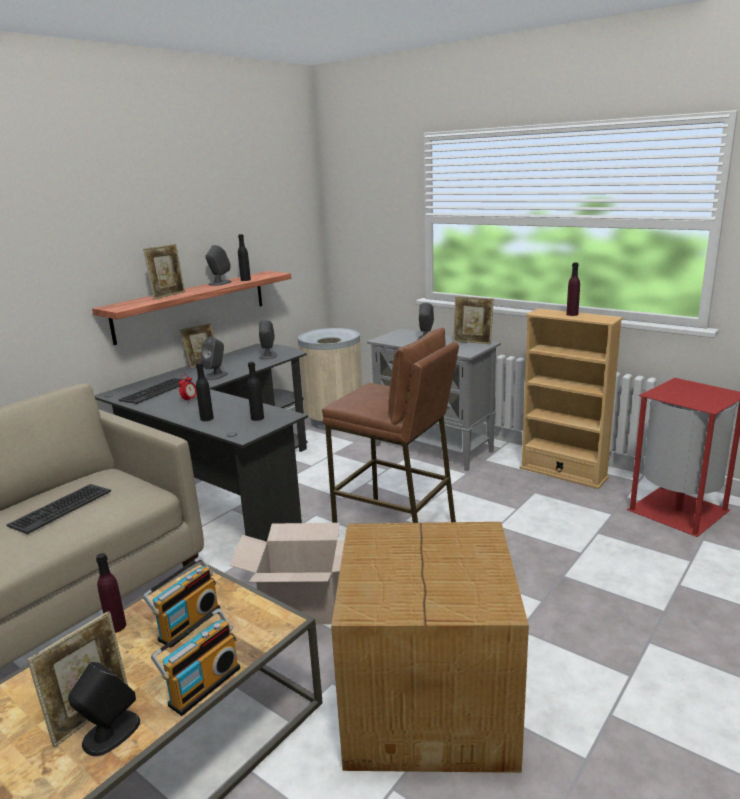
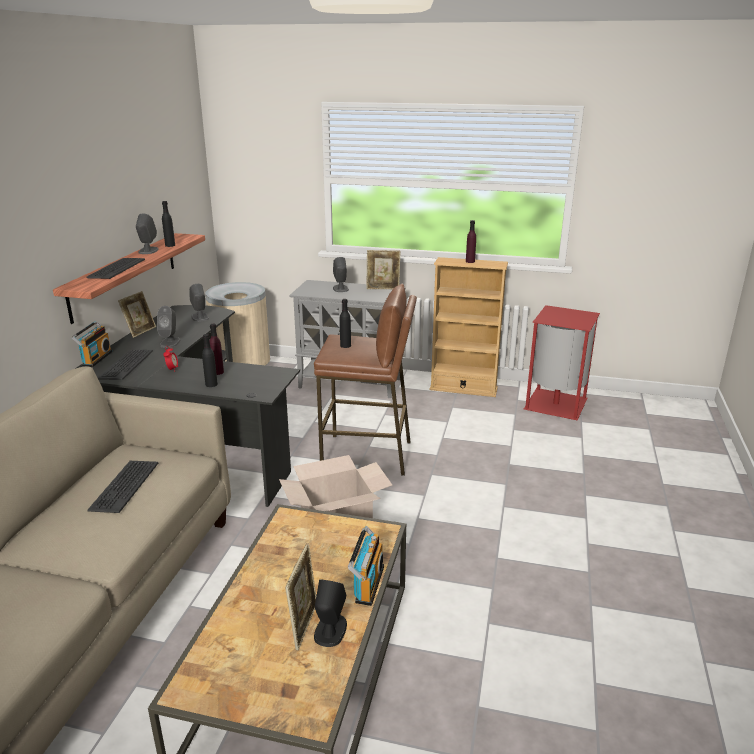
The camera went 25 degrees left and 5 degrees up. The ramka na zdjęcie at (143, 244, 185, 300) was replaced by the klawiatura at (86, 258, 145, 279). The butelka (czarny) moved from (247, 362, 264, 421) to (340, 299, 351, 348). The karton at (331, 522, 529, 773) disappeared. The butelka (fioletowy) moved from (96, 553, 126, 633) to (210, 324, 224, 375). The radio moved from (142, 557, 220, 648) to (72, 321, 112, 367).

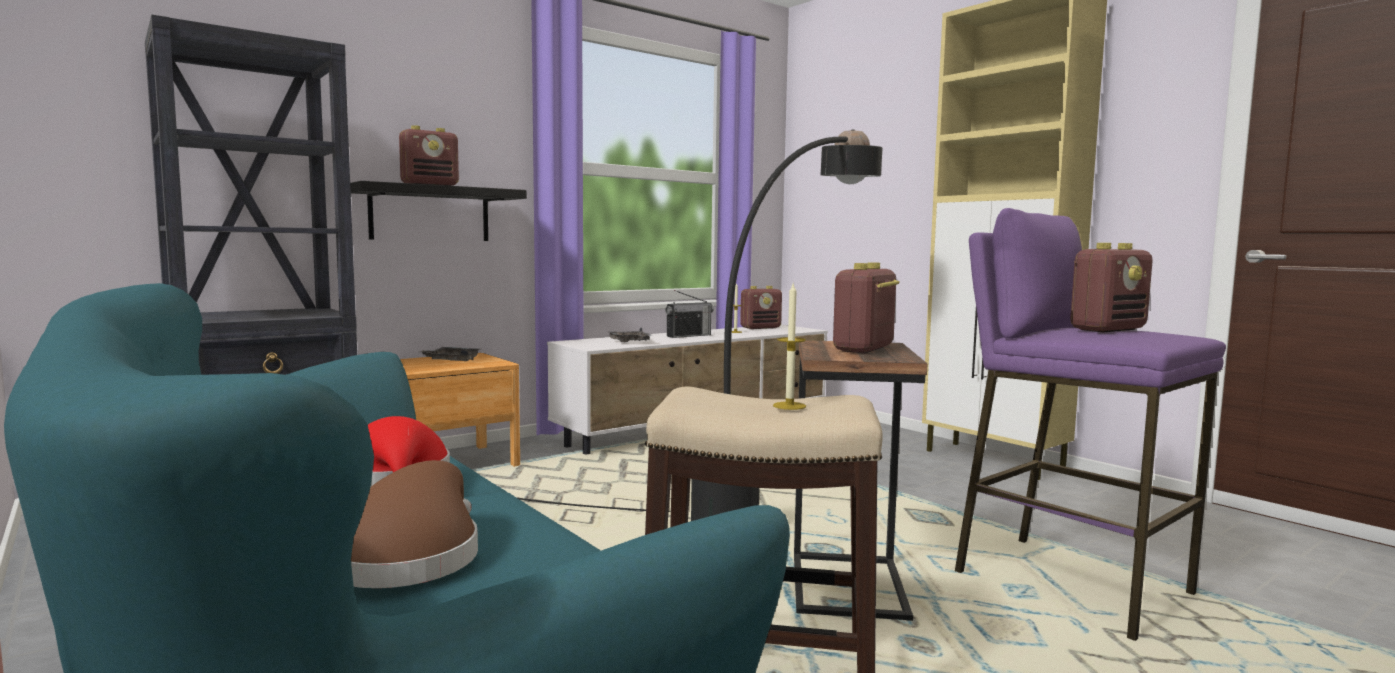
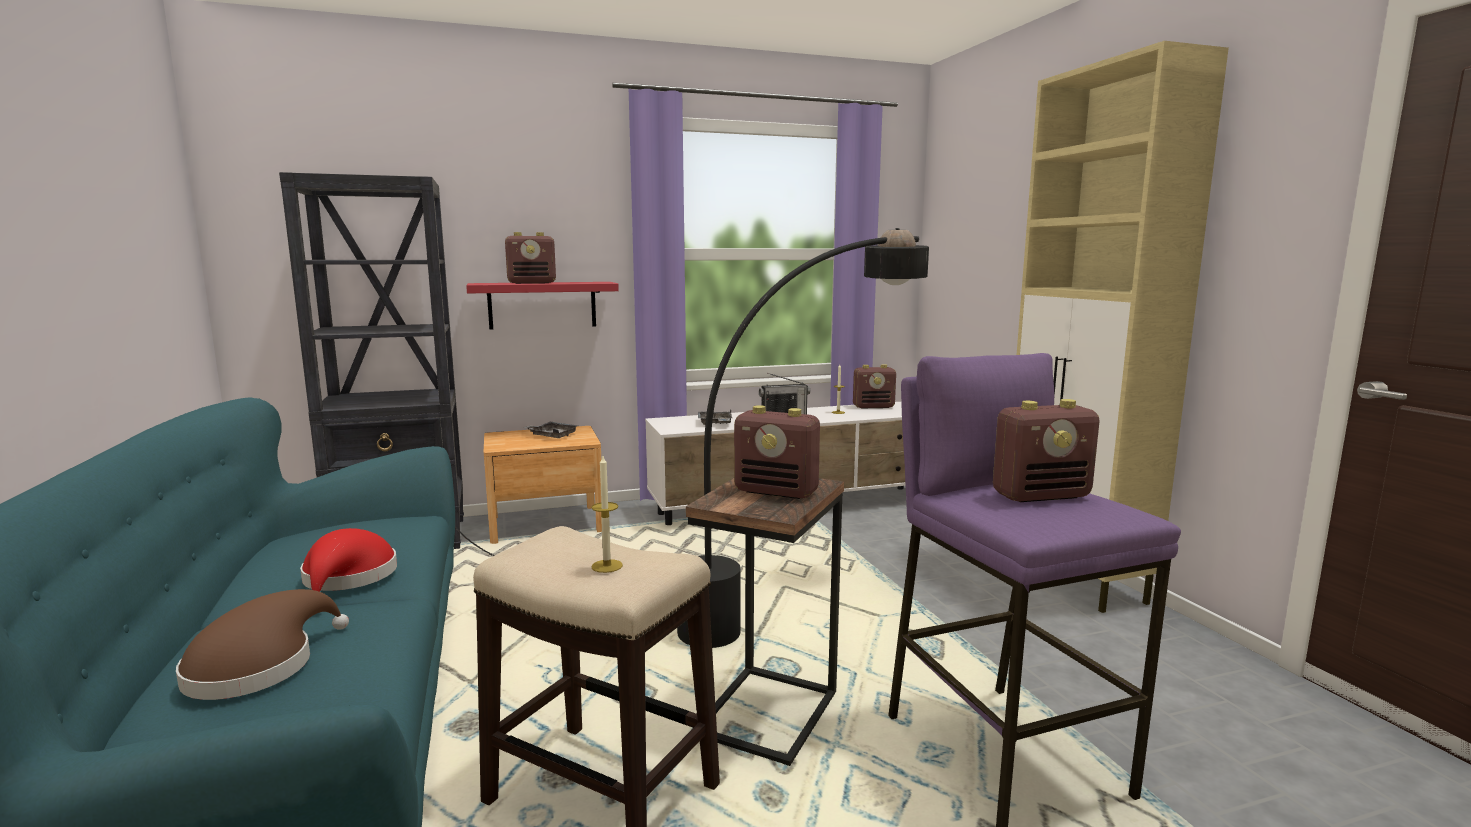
The camera went 20 degrees right and 5 degrees up. The półka (czarny) at (350, 181, 527, 241) became the półka (czerwony) at (466, 282, 619, 330). The radio at (833, 262, 900, 353) turned 120 degrees counterclockwise.

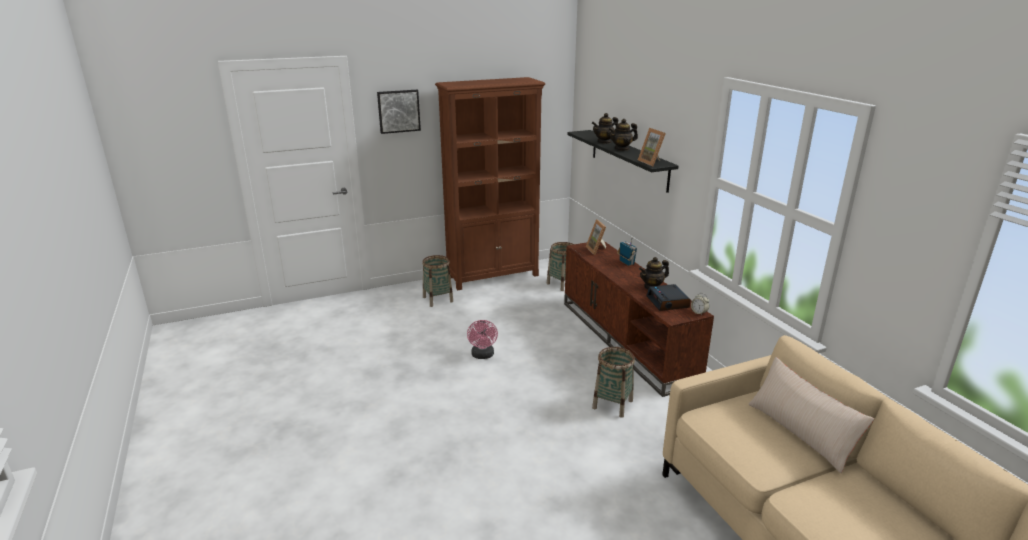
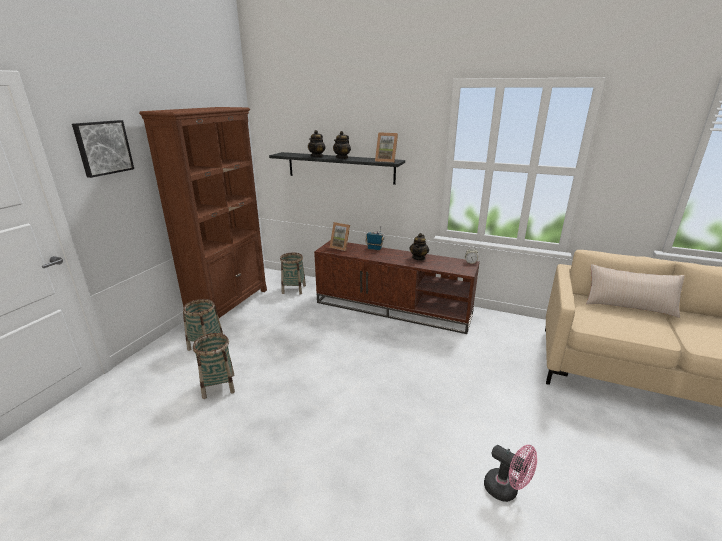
The camera went 45 degrees left and 0 degrees up. The budzik at (646, 284, 691, 311) disappeared. The wentylator (różowy) moved from (467, 320, 498, 359) to (484, 445, 537, 502). The koszyk moved from (592, 347, 635, 418) to (193, 333, 235, 399).

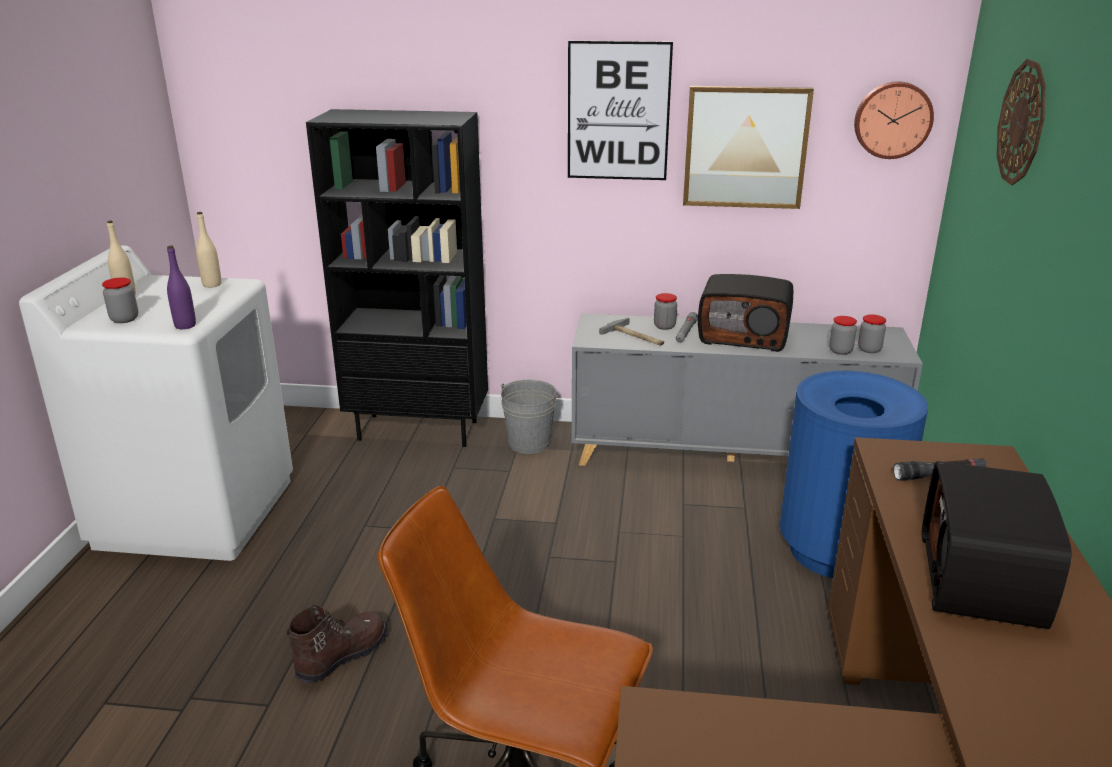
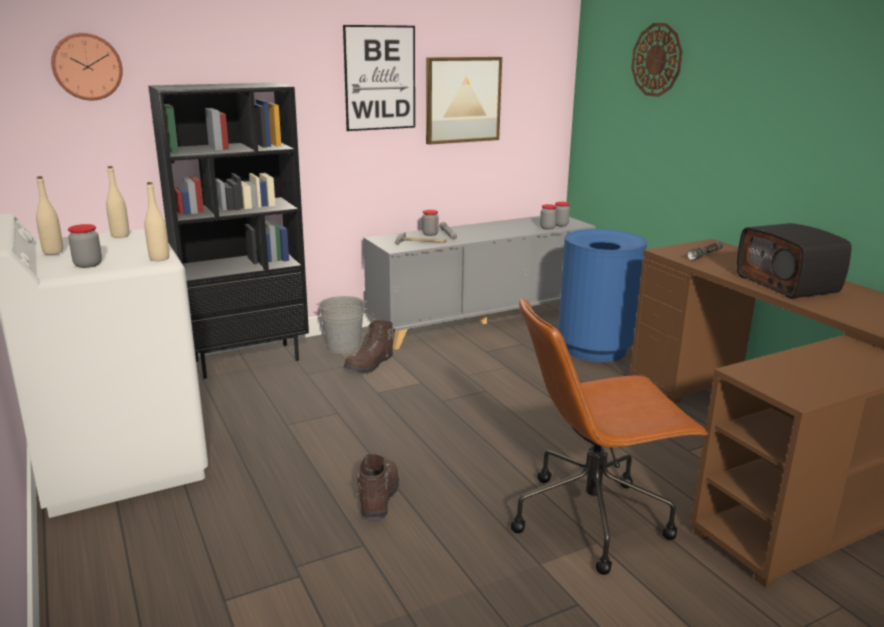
The camera went 35 degrees left and 5 degrees down. The zegar ścienny moved from (854, 81, 934, 159) to (51, 33, 123, 100). The butelka (fioletowy) at (167, 246, 196, 329) became the butelka (beżowy) at (144, 182, 169, 261). The radio at (698, 274, 793, 352) disappeared. The but z cholewką (brązowy) at (343, 320, 395, 374) appeared.

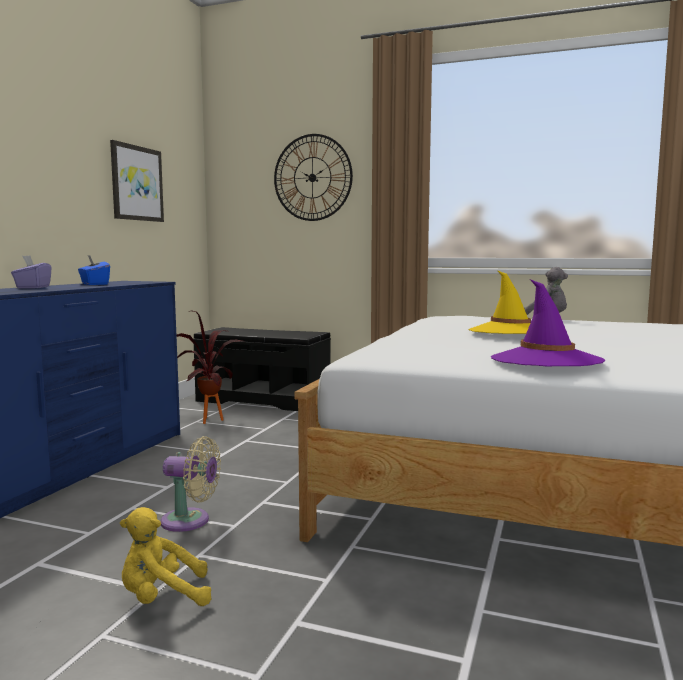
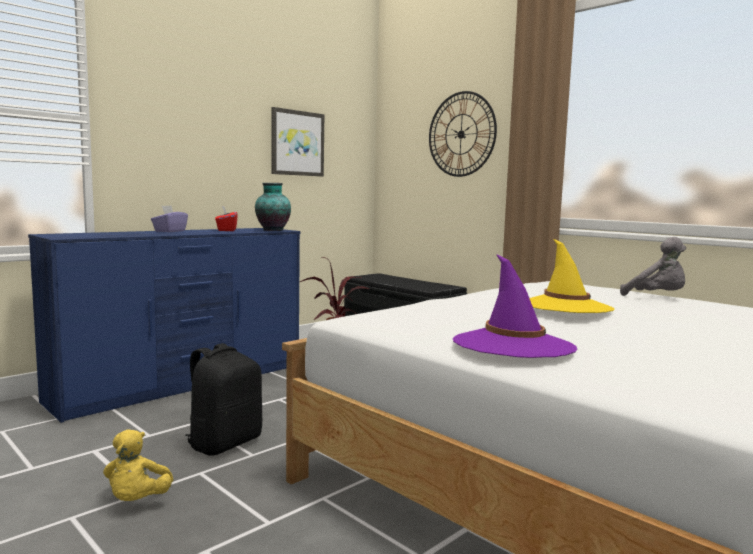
The camera went 25 degrees right and 0 degrees up. The pudełko chusteczek (niebieski) at (78, 255, 110, 285) became the pudełko chusteczek (czerwony) at (215, 206, 238, 231). The wentylator (beżowy) at (160, 436, 221, 532) was replaced by the plecak (czarny) at (185, 343, 262, 456). The pluszak (żółty) at (120, 507, 211, 606) turned 105 degrees counterclockwise. The wazon at (255, 183, 291, 231) appeared.

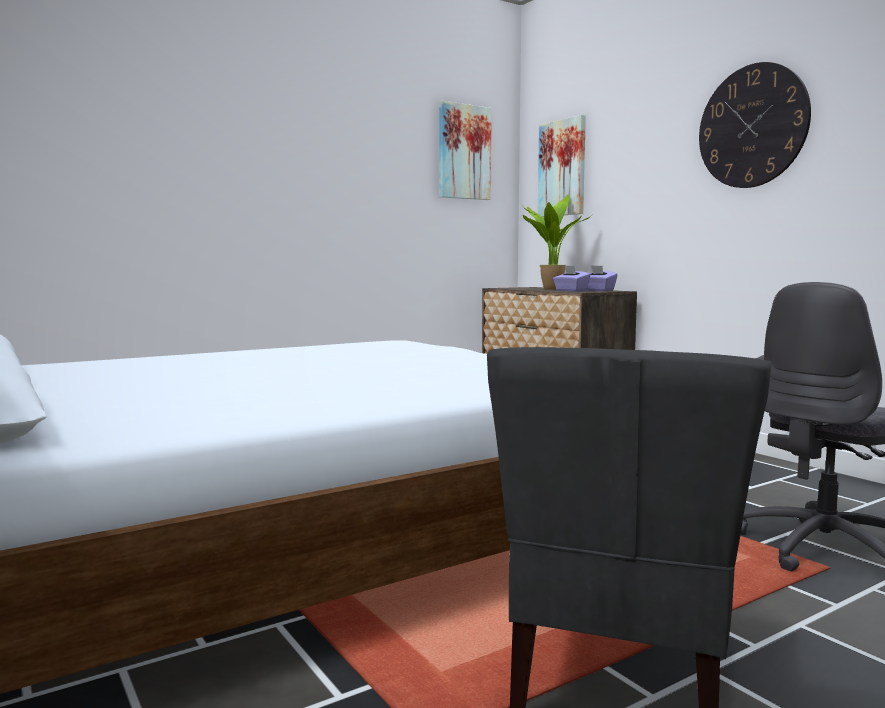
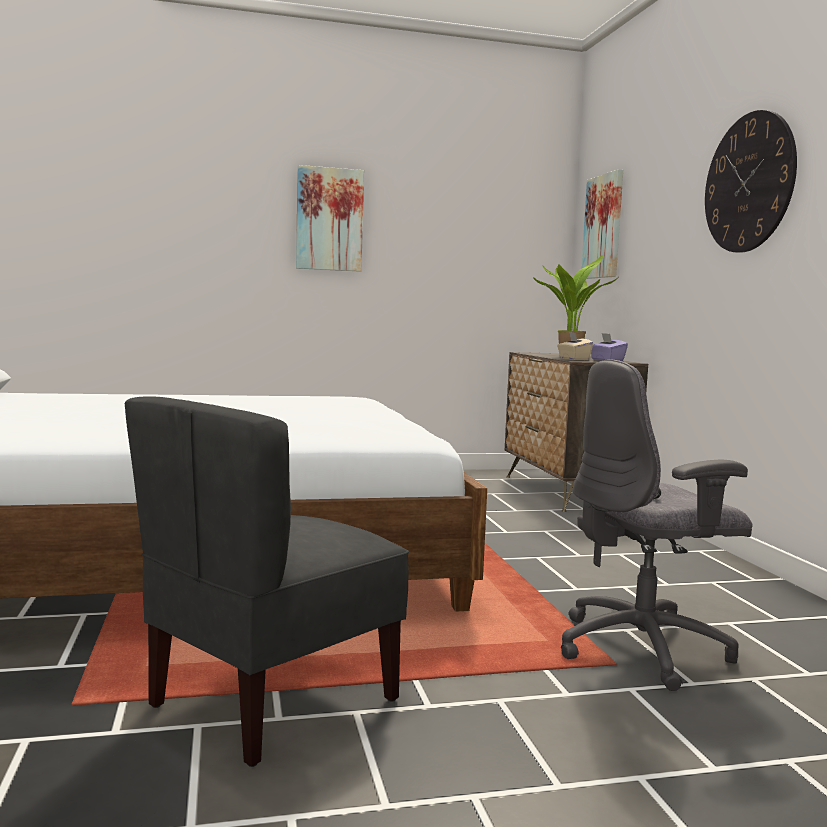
The camera went 20 degrees right and 0 degrees up. The obraz moved from (439, 101, 492, 200) to (296, 165, 364, 272). The pudełko chusteczek (fioletowy) at (553, 265, 591, 292) became the pudełko chusteczek (beżowy) at (557, 332, 593, 360).

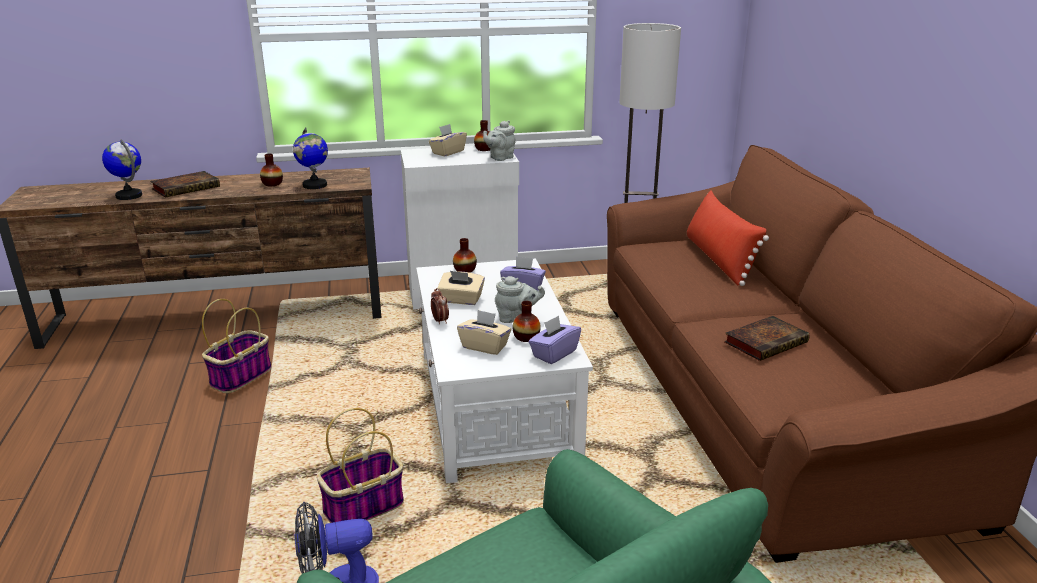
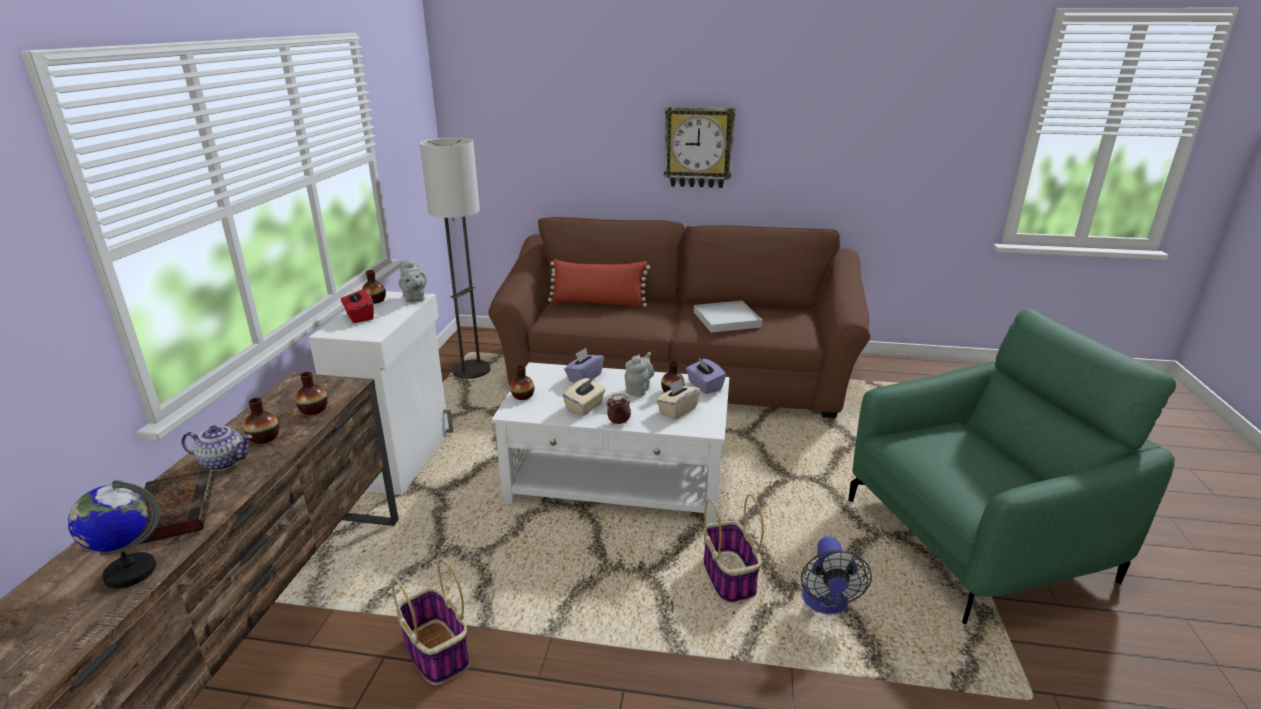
The camera went 70 degrees left and 0 degrees up. The pudełko chusteczek (beżowy) at (429, 124, 467, 157) became the pudełko chusteczek (czerwony) at (341, 287, 374, 323). The globus at (293, 128, 328, 189) was replaced by the wazon at (295, 372, 328, 415). The książka at (724, 316, 810, 361) was replaced by the taca (biały) at (694, 301, 762, 333). The zegar ścienny at (664, 107, 735, 188) appeared. The imbryk at (181, 425, 252, 471) appeared.

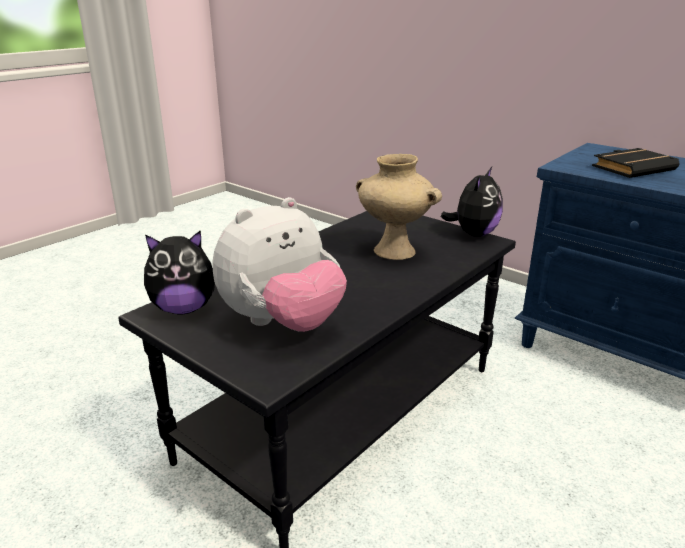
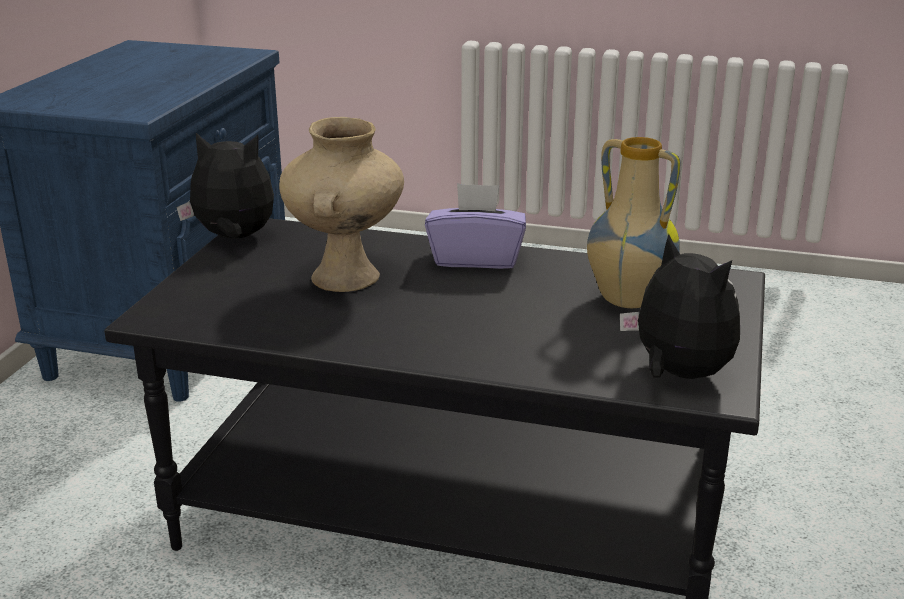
The camera went 115 degrees left and 0 degrees up. The książka (czarny) at (592, 148, 680, 178) disappeared. The pluszak at (213, 197, 347, 332) was replaced by the wazon at (587, 137, 681, 308). The pudełko chusteczek (fioletowy) at (425, 183, 526, 269) appeared.

